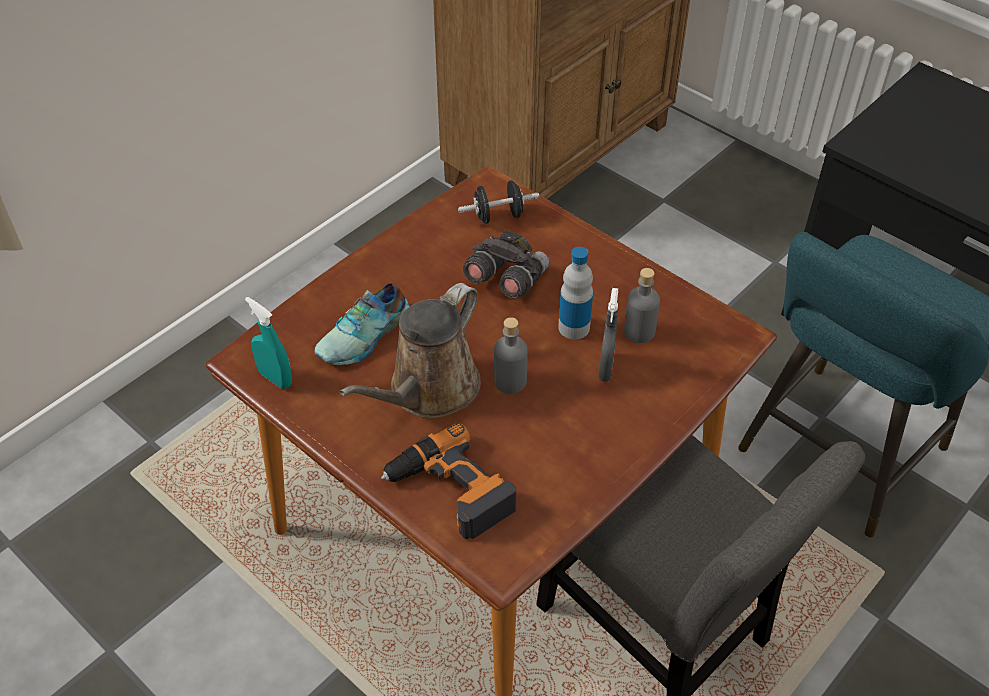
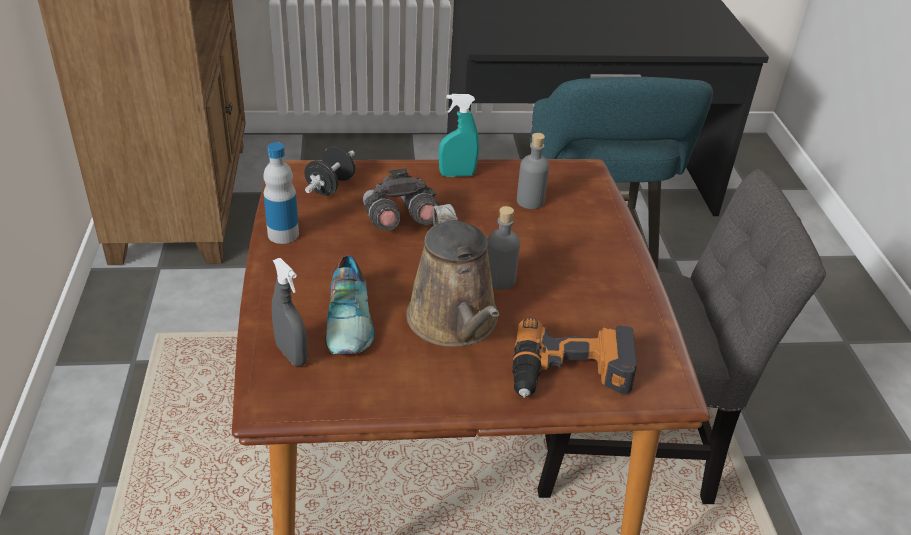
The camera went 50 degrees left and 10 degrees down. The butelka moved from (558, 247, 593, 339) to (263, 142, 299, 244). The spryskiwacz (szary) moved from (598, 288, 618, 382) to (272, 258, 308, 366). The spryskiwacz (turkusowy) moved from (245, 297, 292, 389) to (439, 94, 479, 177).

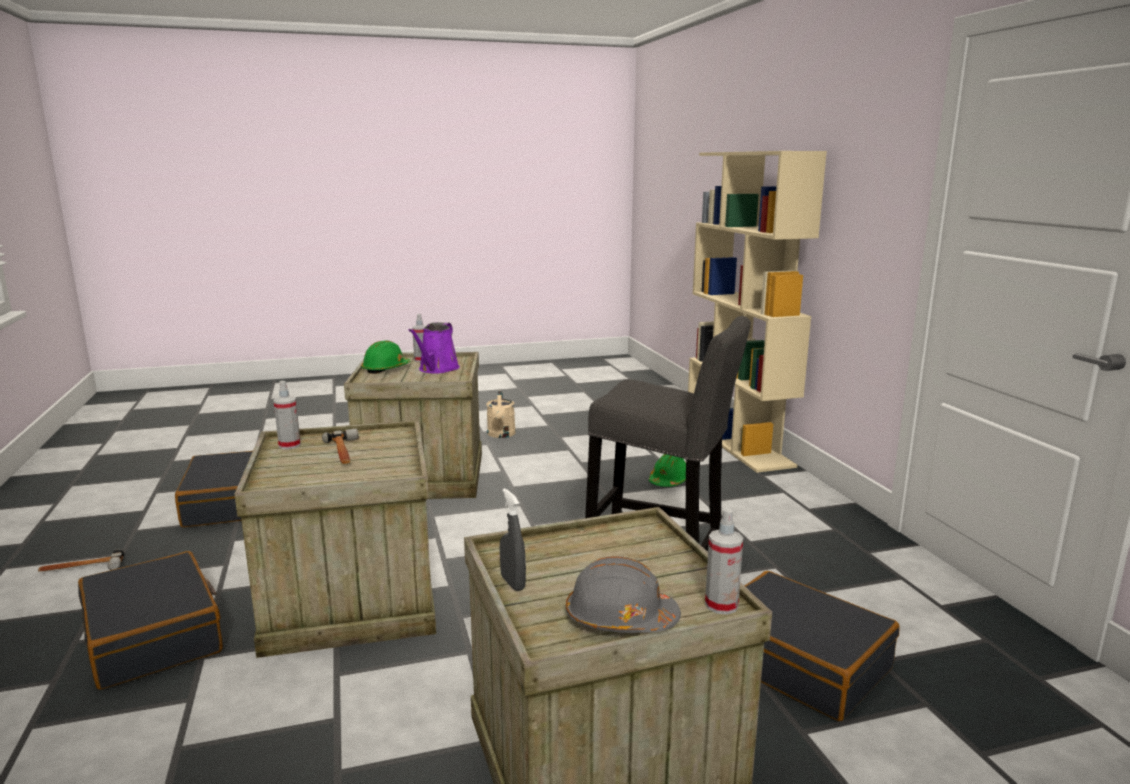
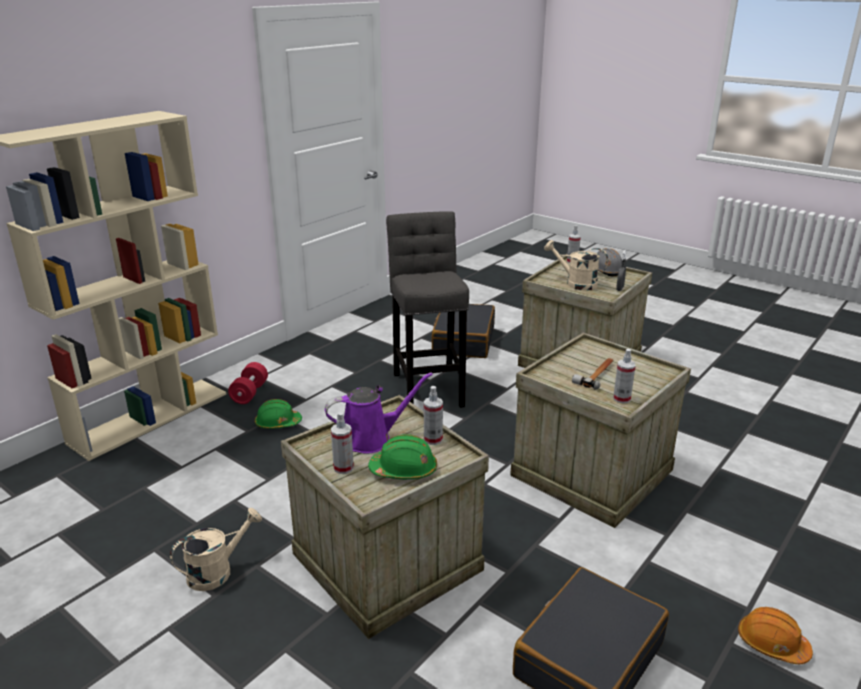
The camera went 125 degrees left and 10 degrees up. The młotek at (38, 549, 124, 572) was replaced by the kask (pomarańczowy) at (738, 607, 813, 664). The walizka (czarny) at (78, 551, 223, 690) disappeared. The konewka (beżowy) at (544, 240, 608, 291) appeared. The hantel (czerwony) at (228, 362, 268, 404) appeared. The spryskiwacz at (424, 386, 443, 445) appeared.

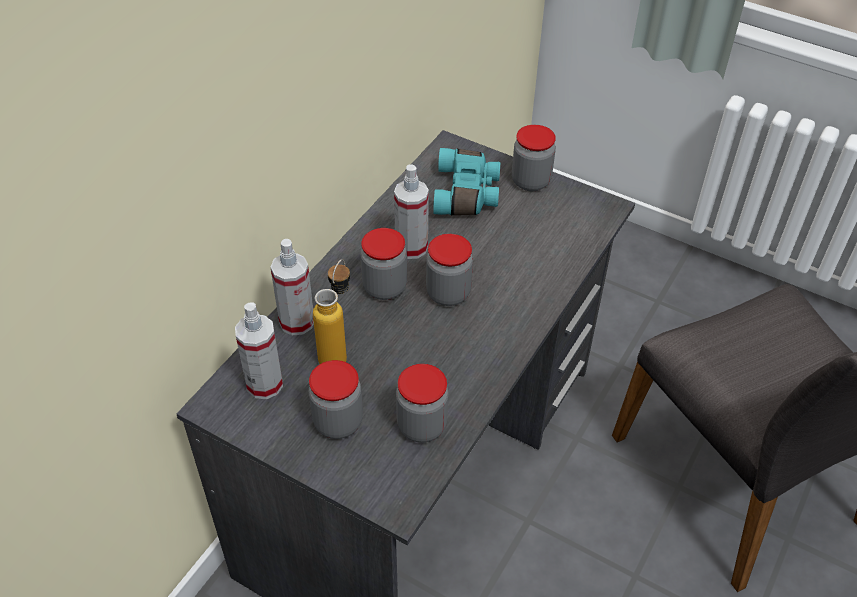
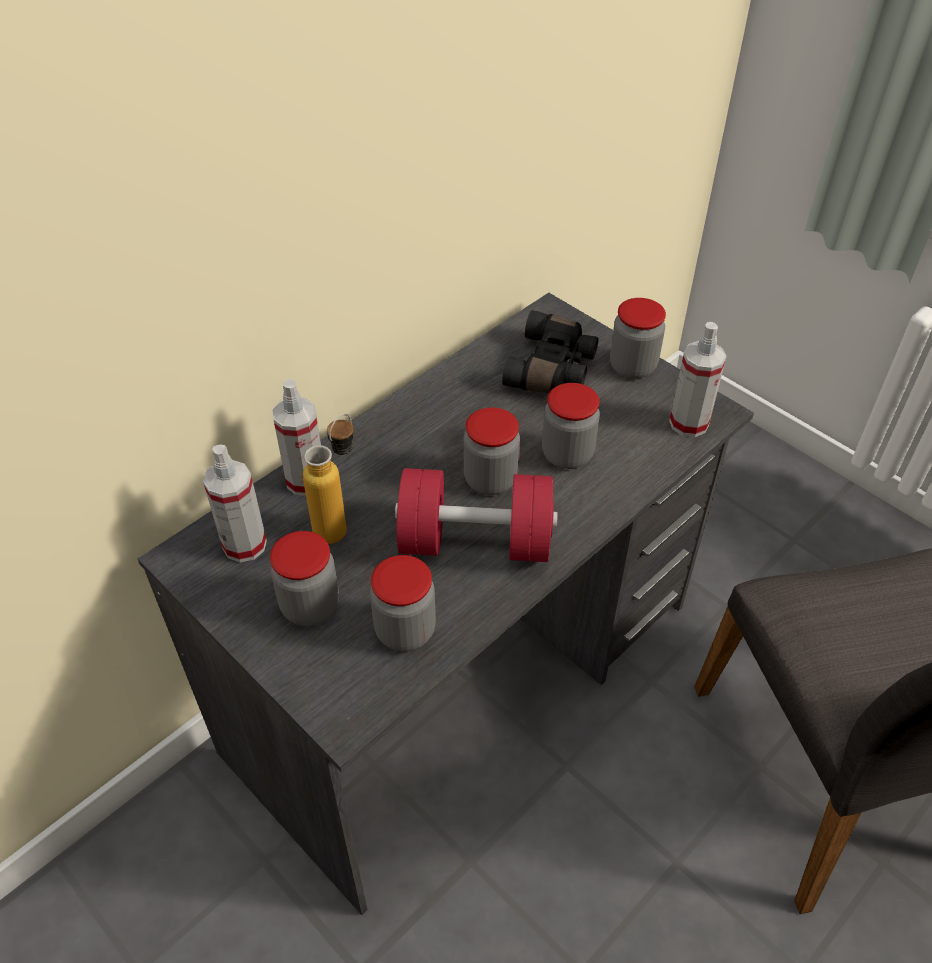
The camera went 15 degrees right and 0 degrees up. The lornetka (turkusowy) at (433, 148, 500, 215) became the lornetka (czarny) at (502, 310, 598, 393). The spryskiwacz moved from (394, 164, 429, 259) to (669, 322, 726, 437). The słoik moved from (361, 228, 407, 300) to (542, 383, 600, 469). The hantel (czerwony) at (395, 468, 558, 562) appeared.

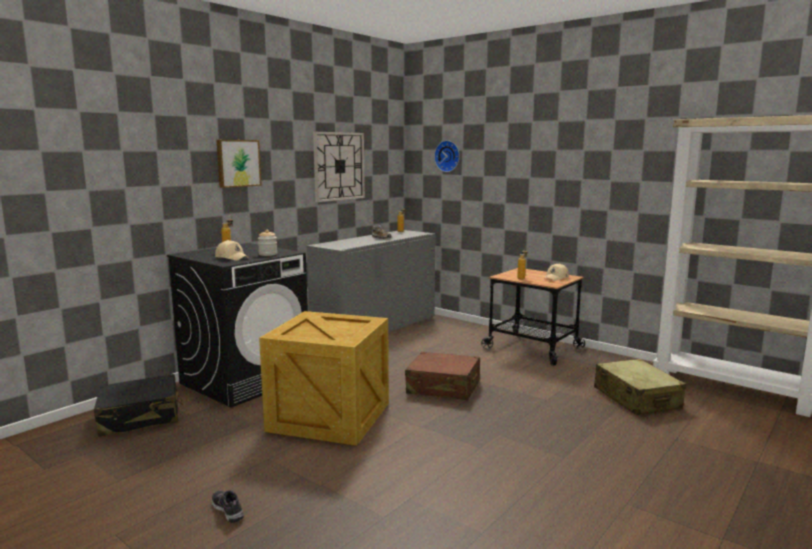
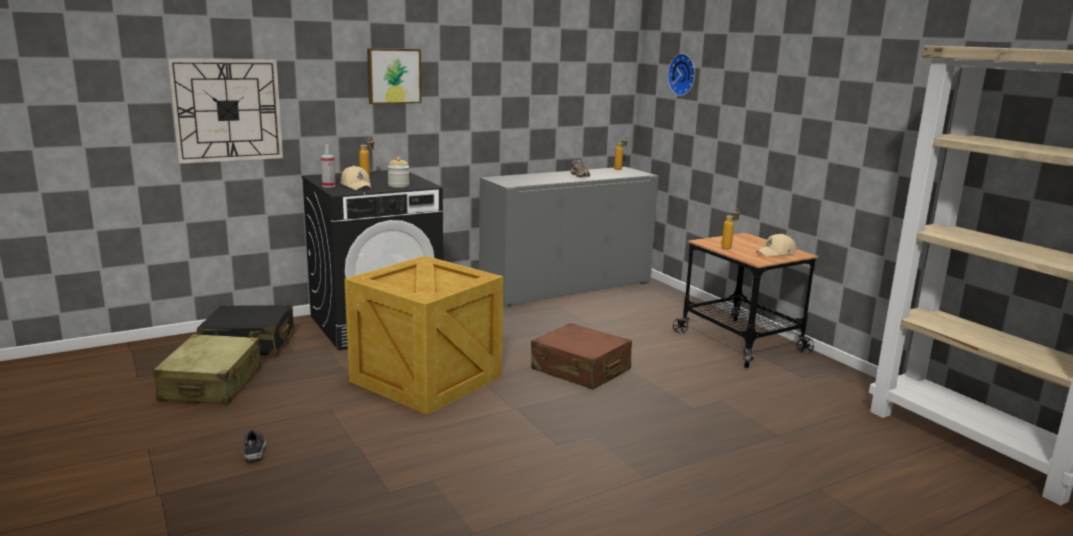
The camera went 20 degrees right and 5 degrees up. The zegar ścienny moved from (313, 132, 365, 202) to (167, 58, 283, 164). The walizka (beżowy) moved from (594, 359, 686, 415) to (153, 334, 261, 405). The spryskiwacz at (321, 144, 336, 188) appeared.

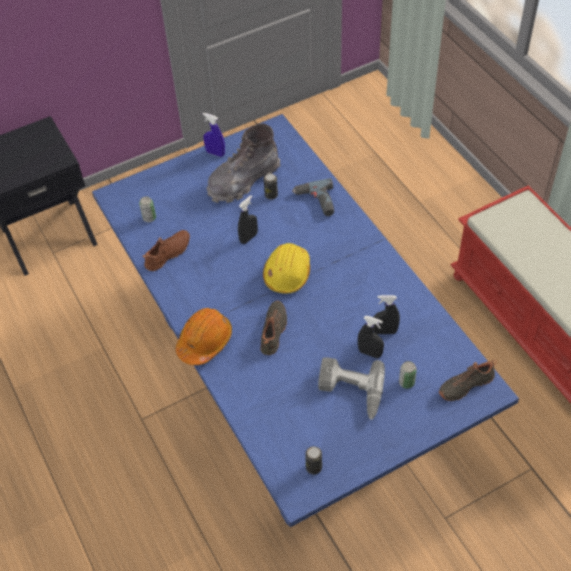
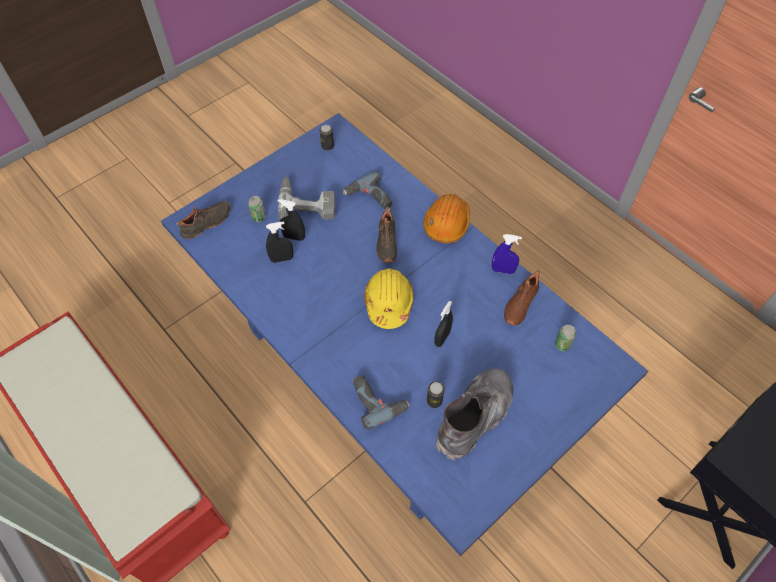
The camera went 165 degrees right and 5 degrees up. The spryskiwacz (niebieski) moved from (203, 113, 225, 157) to (492, 234, 522, 274). The wiertarka at (343, 171, 392, 209) appeared.

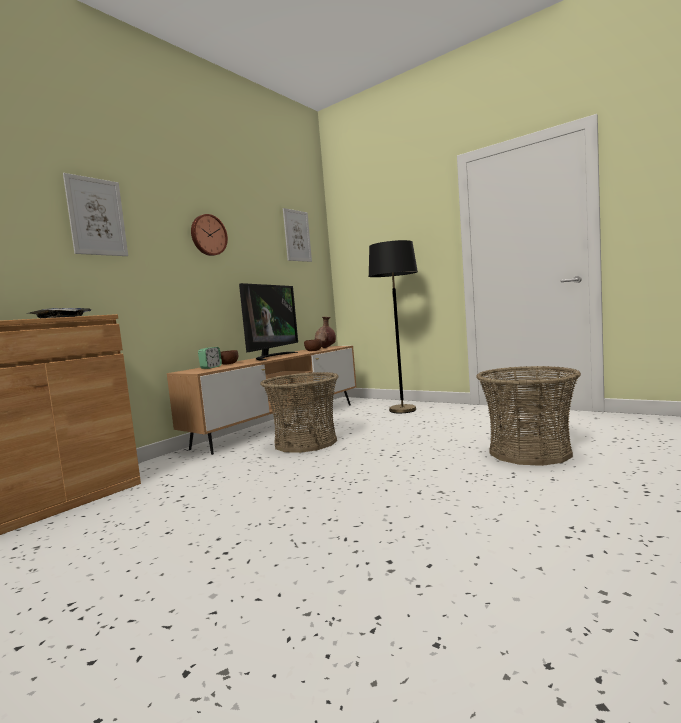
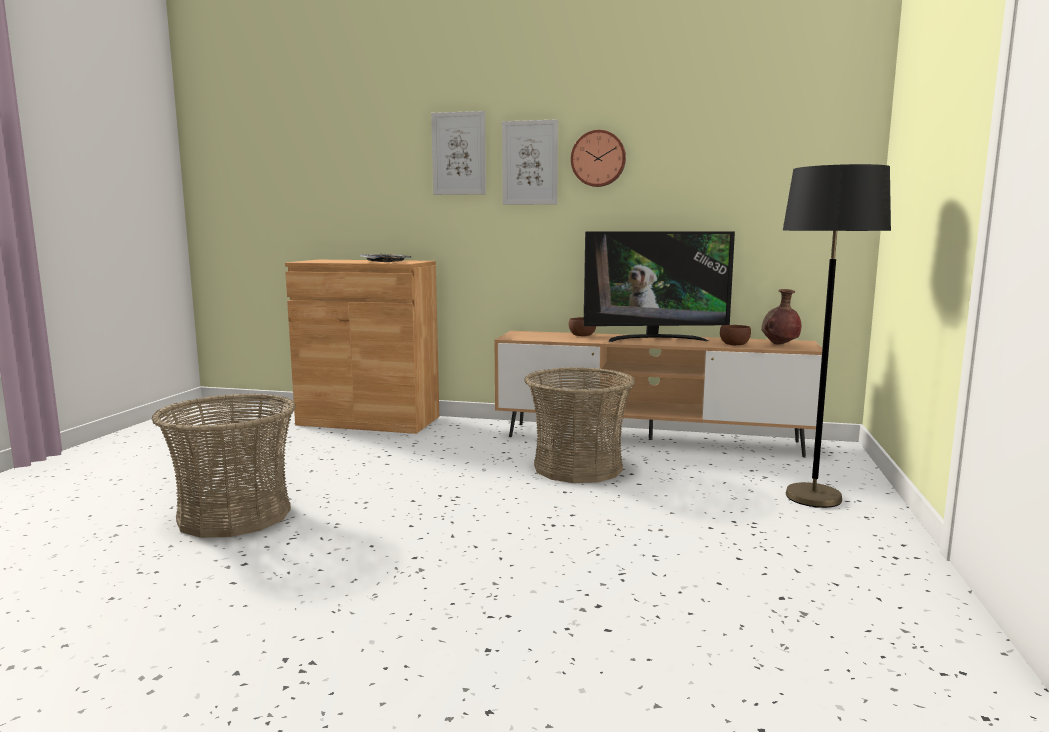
The camera went 65 degrees right and 5 degrees up. The obraz moved from (283, 208, 312, 262) to (502, 119, 558, 205). The budzik at (198, 347, 222, 369) disappeared. The koszyk moved from (476, 366, 581, 466) to (152, 393, 296, 538).

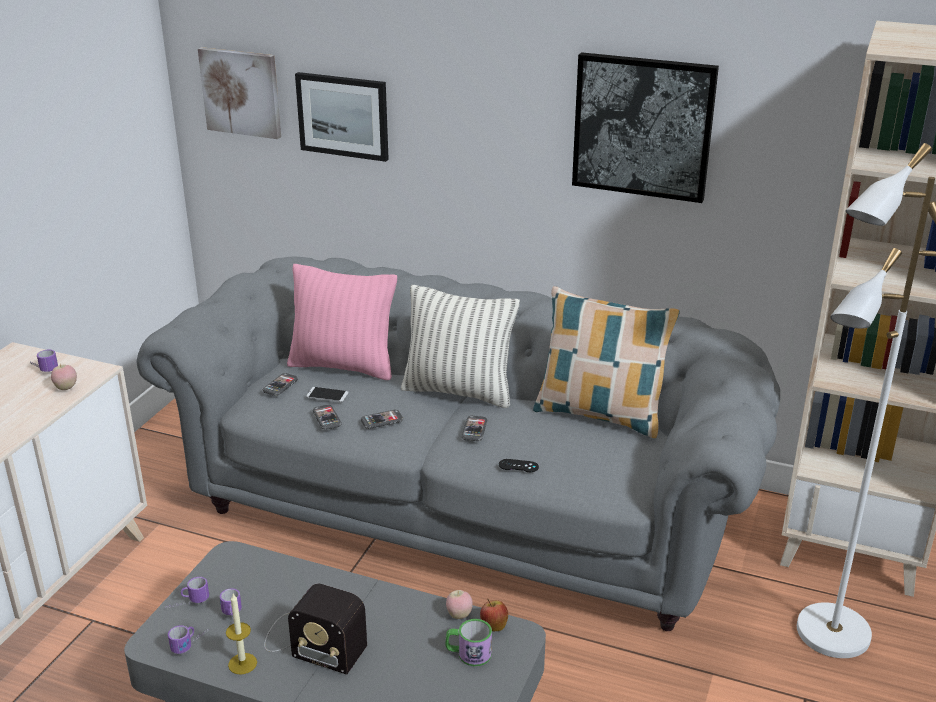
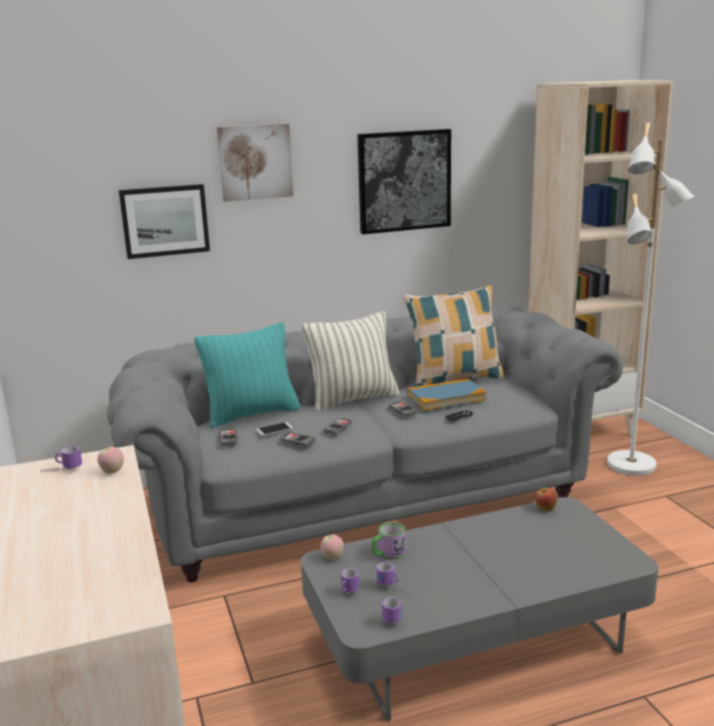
The camera went 40 degrees left and 10 degrees down. The obraz moved from (198, 47, 281, 139) to (217, 124, 293, 202). The poduszka (różowy) at (287, 264, 397, 380) became the poduszka (turkusowy) at (194, 322, 300, 428). The radio at (264, 584, 367, 674) disappeared. The jabłko moved from (446, 590, 473, 619) to (321, 534, 344, 559). The świeca at (226, 594, 257, 674) disappeared. The kubek moved from (445, 619, 492, 666) to (372, 522, 405, 559). The książka at (407, 379, 486, 411) appeared.

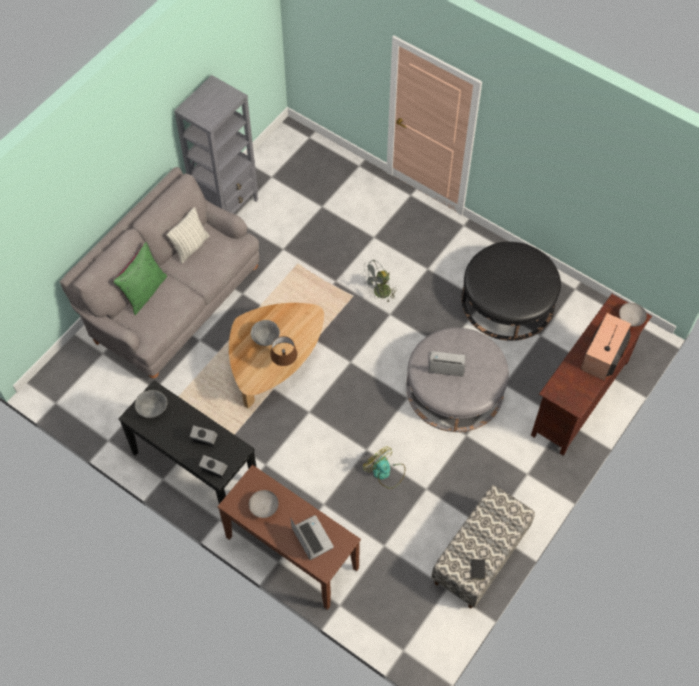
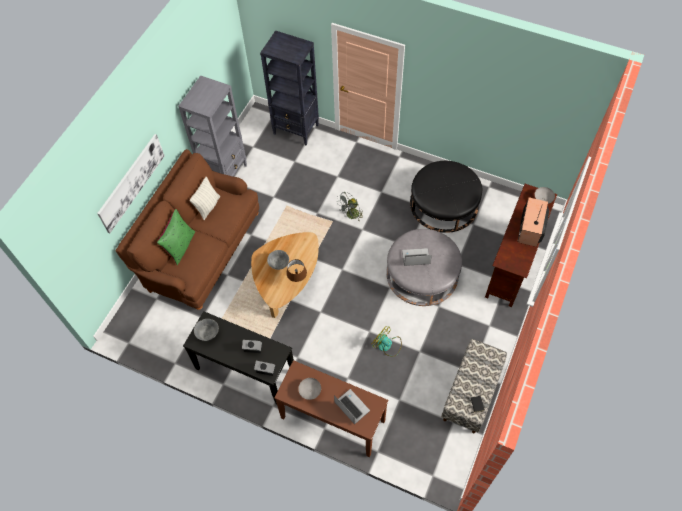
The camera went 10 degrees left and 0 degrees up. The kanapa (szary) at (59, 167, 259, 378) became the kanapa (brązowy) at (115, 149, 259, 310). The regał (czarny) at (260, 30, 319, 146) appeared. The obraz at (97, 134, 164, 233) appeared.

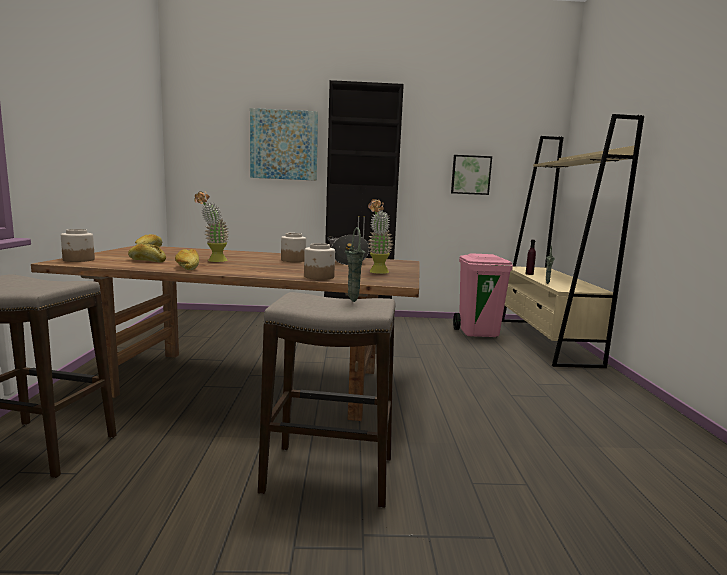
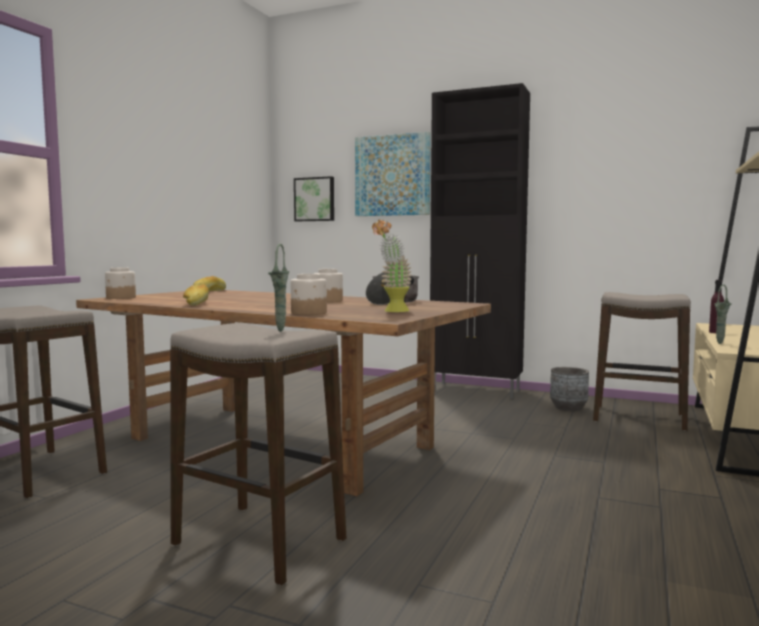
The camera went 25 degrees right and 5 degrees down. The obraz moved from (451, 155, 492, 195) to (294, 176, 334, 221). The roślina doniczkowa at (194, 191, 229, 262) disappeared. The chleb at (128, 244, 166, 262) disappeared. The kosz na śmieci (różowy) at (453, 253, 513, 337) was replaced by the stołek at (593, 292, 691, 431). The donica (szary) at (550, 367, 589, 411) appeared.

